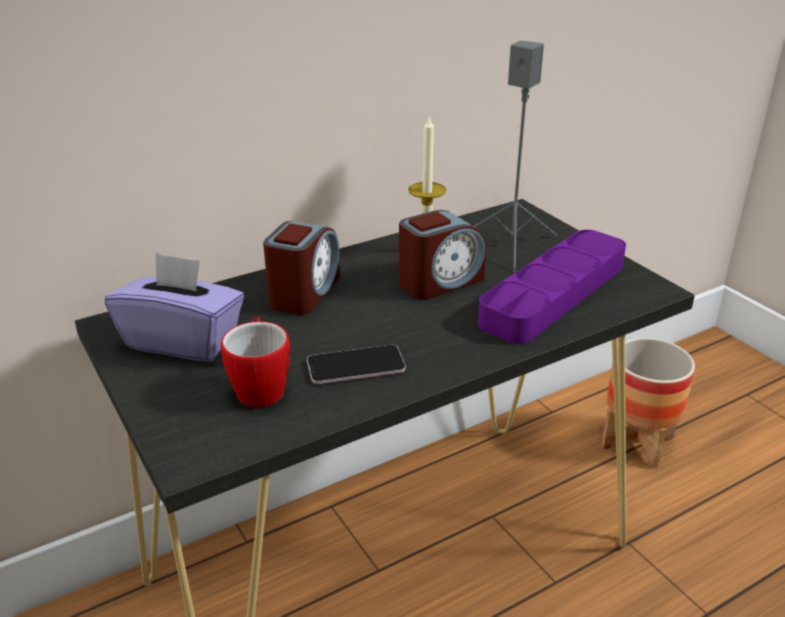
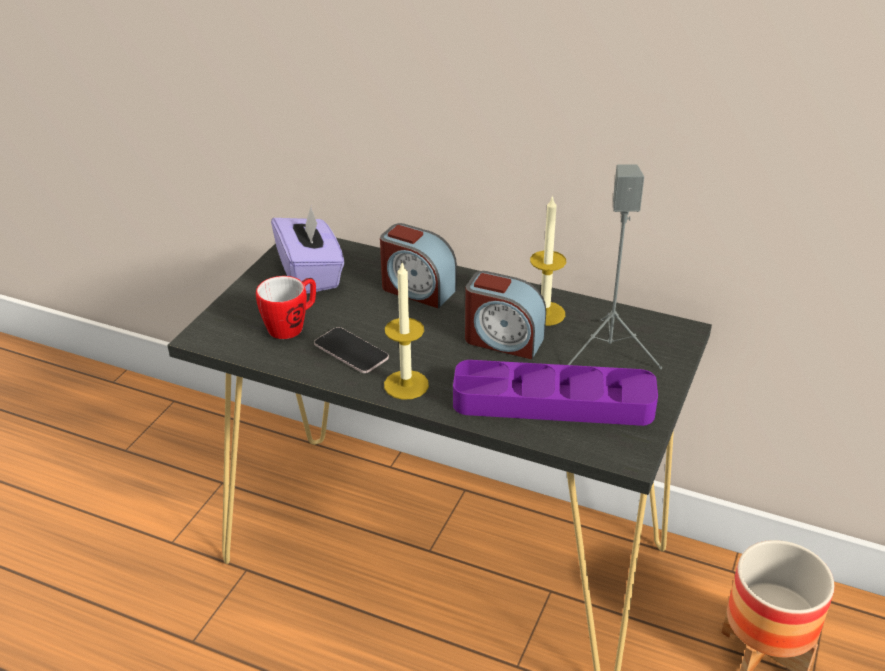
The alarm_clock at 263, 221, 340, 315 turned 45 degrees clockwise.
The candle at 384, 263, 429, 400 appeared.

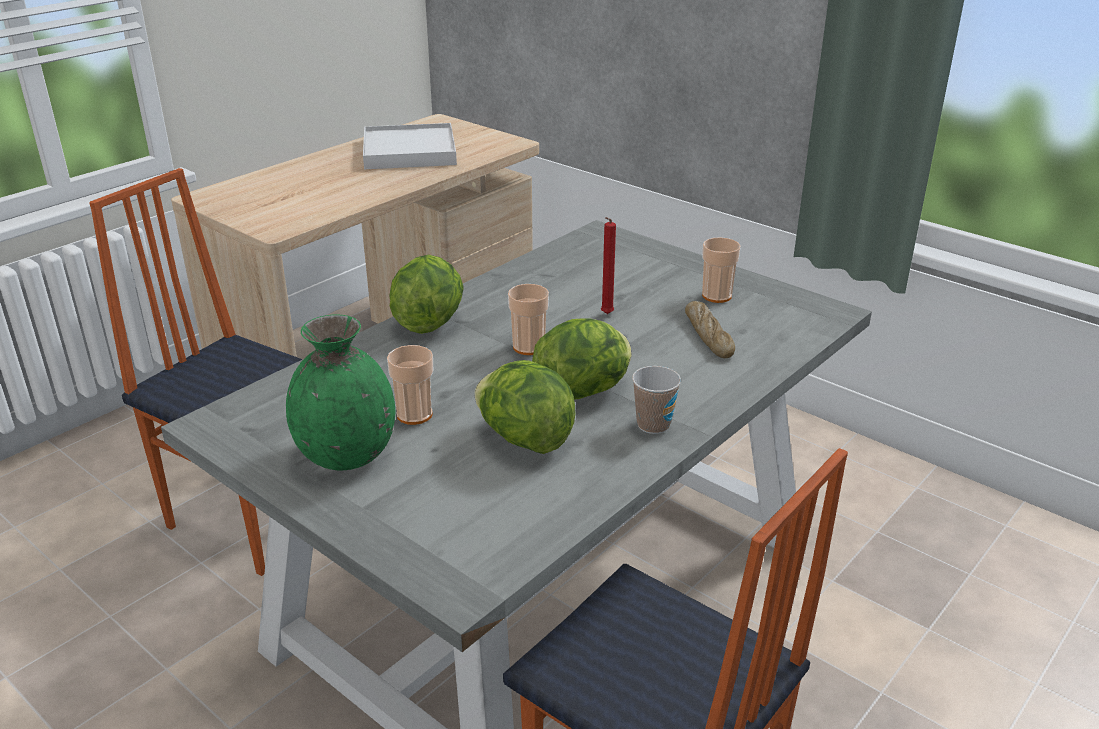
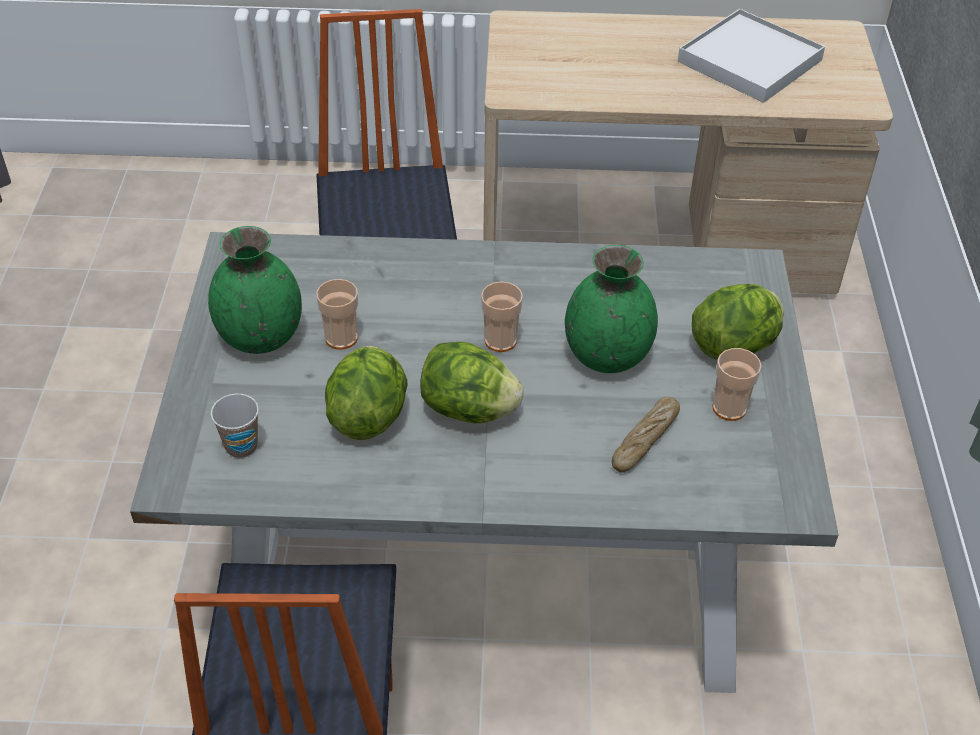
The lettuce moved from 389, 255, 464, 334 to 692, 284, 784, 360.
The reddish_candle at 601, 217, 616, 314 was replaced by the greenish_decorative_vase at 565, 245, 658, 373.
The drinking_cup moved from 632, 366, 681, 434 to 211, 394, 259, 458.

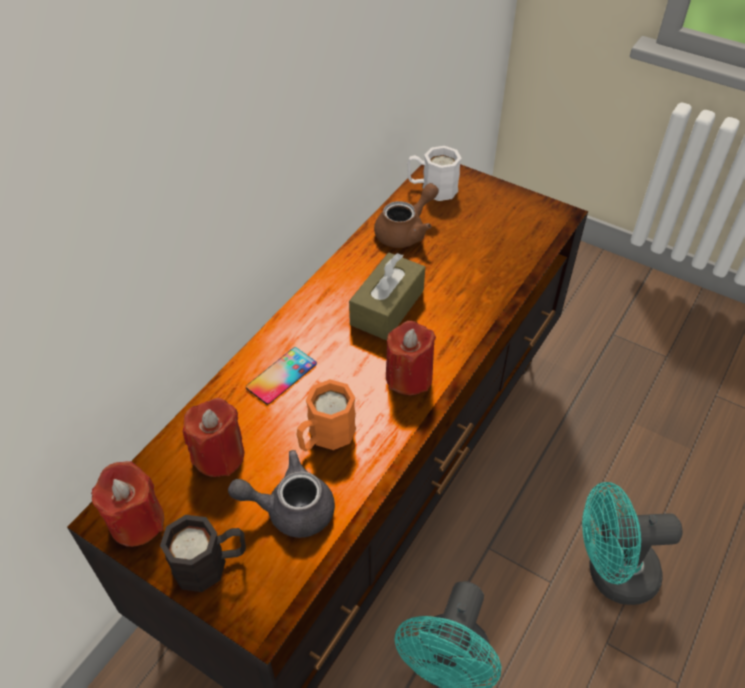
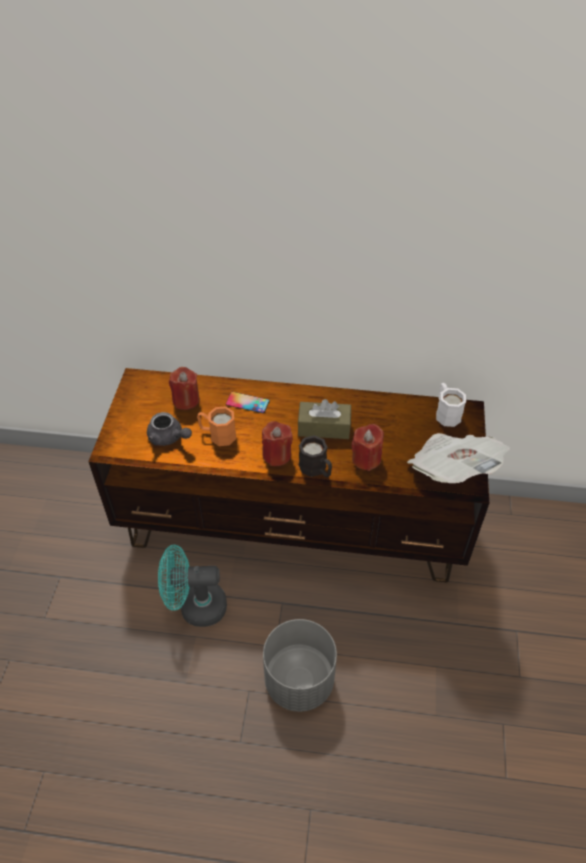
The reddish_candle moved from 91, 461, 164, 547 to 351, 424, 384, 471.
The black_tea_mug moved from 160, 515, 246, 592 to 299, 435, 332, 477.
The grey_teapot at 228, 450, 335, 538 turned 150 degrees clockwise.
The brown-coloured_teapot at 374, 183, 439, 248 disappeared.
The blue-green_fan at 582, 482, 683, 605 was replaced by the grey_plant_pot at 263, 619, 337, 712.
The printed_paper at 407, 433, 510, 483 appeared.

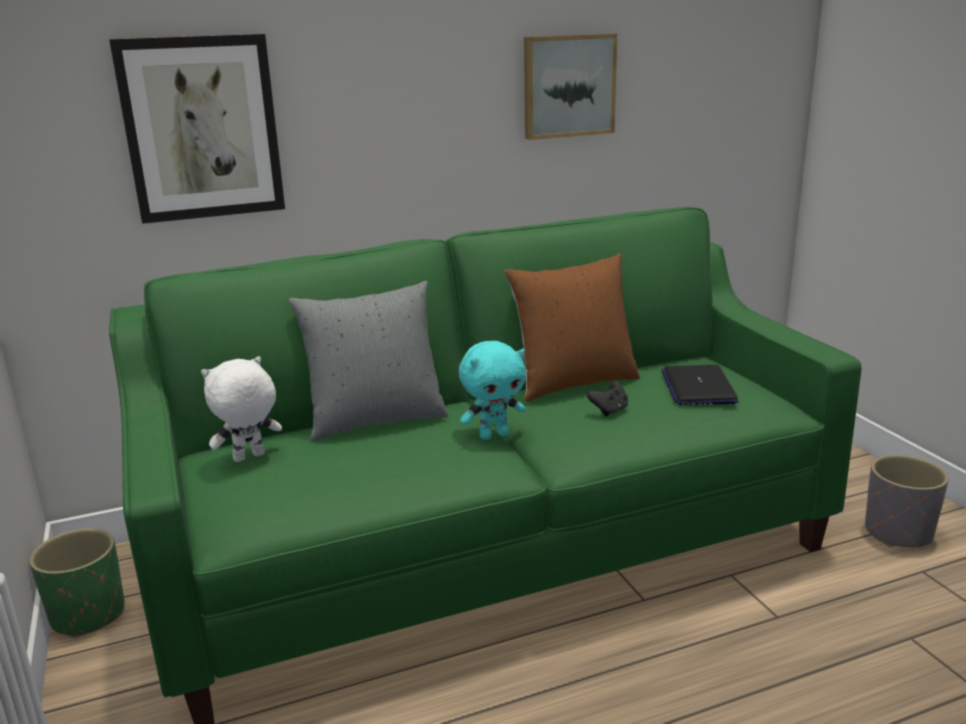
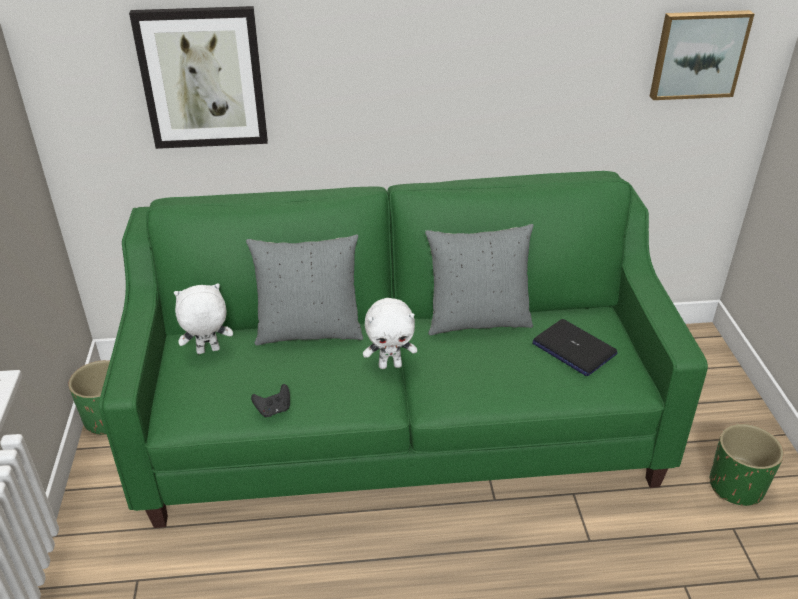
The blue-green_soft_toy at 459, 341, 526, 440 became the whitish_soft_toy at 363, 298, 417, 369.
The brown-coloured_cushion at 505, 254, 640, 402 became the grey_cushion at 425, 224, 533, 335.
The picture moved from 524, 34, 617, 140 to 650, 10, 754, 100.
The black_gamepad moved from 587, 380, 628, 417 to 251, 384, 290, 417.
The notebook_computer at 661, 365, 739, 405 turned 60 degrees counterclockwise.
The grey_plant_pot at 865, 455, 949, 547 became the greenish_plant_pot at 710, 424, 784, 506.

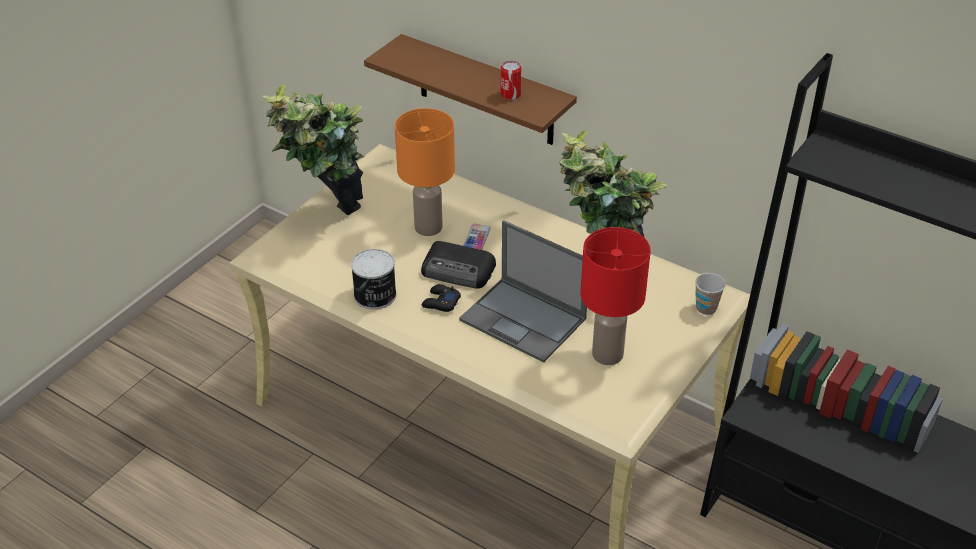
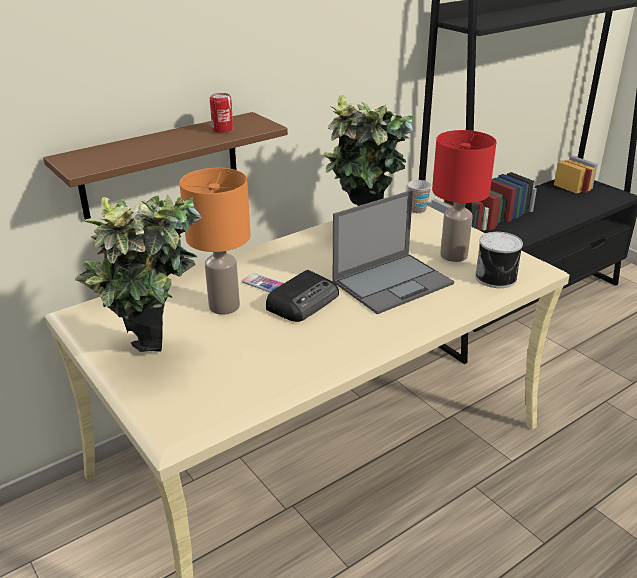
The can moved from 351, 249, 397, 310 to 475, 232, 523, 288.
The black_gamepad at 422, 284, 461, 312 disappeared.

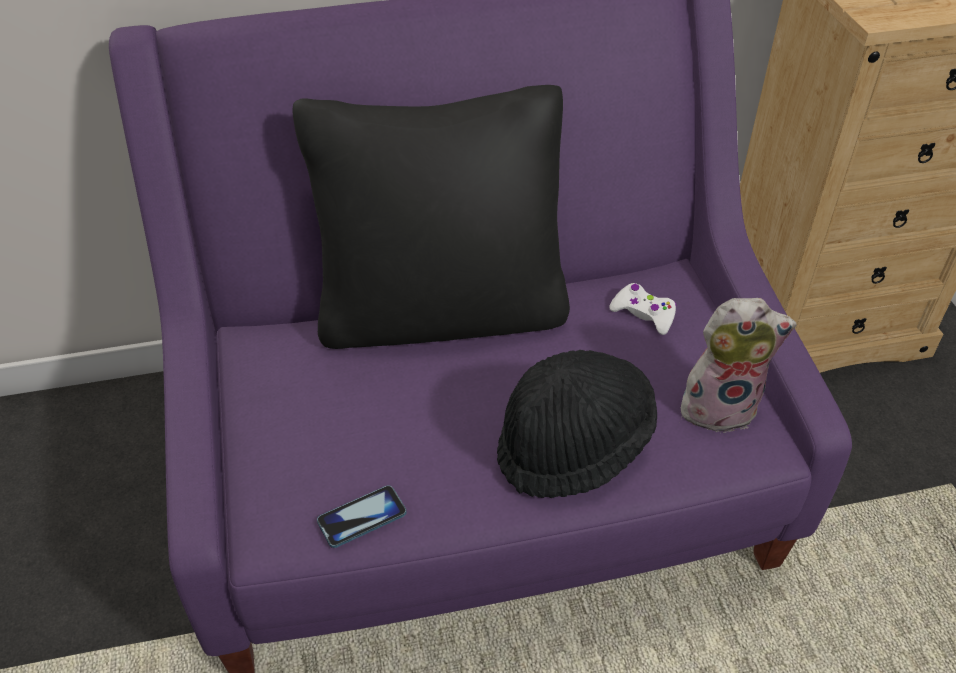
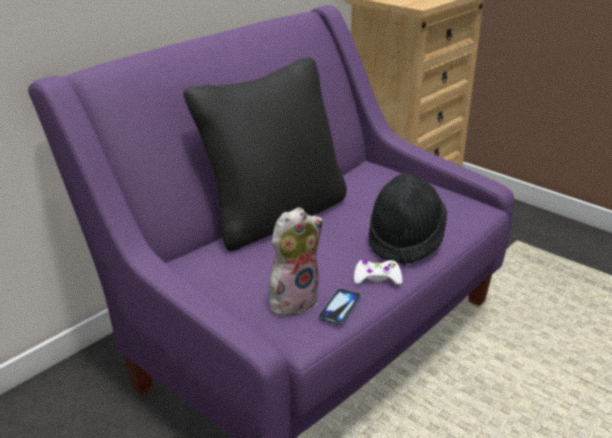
The whitish_gamepad moved from 609, 283, 677, 335 to 354, 260, 402, 285.
The soft_toy moved from 681, 298, 797, 433 to 269, 207, 323, 318.

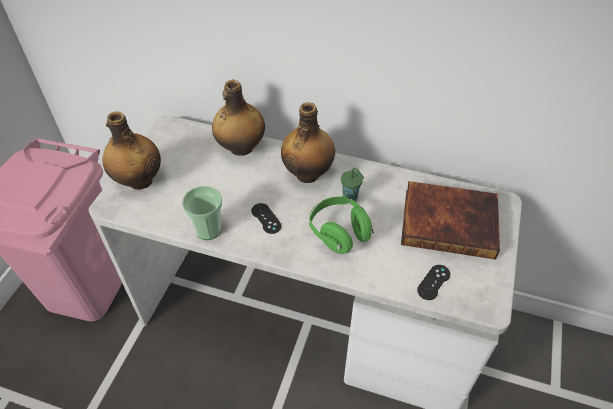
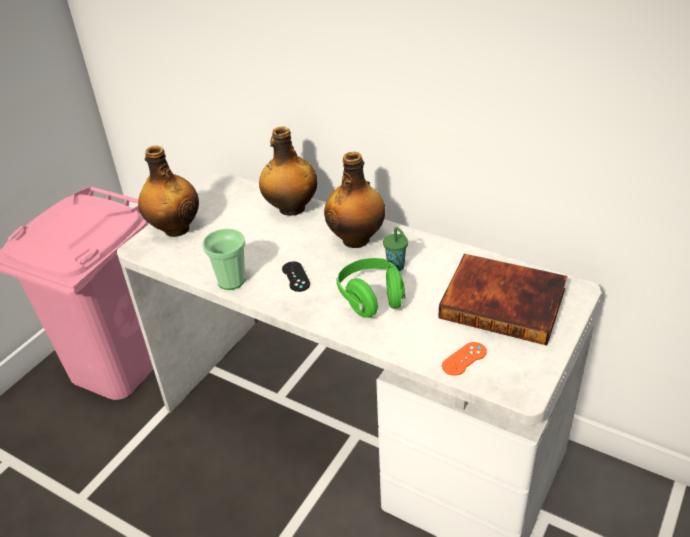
The black_gamepad at 417, 265, 450, 300 became the orangey_gamepad at 442, 342, 487, 376.

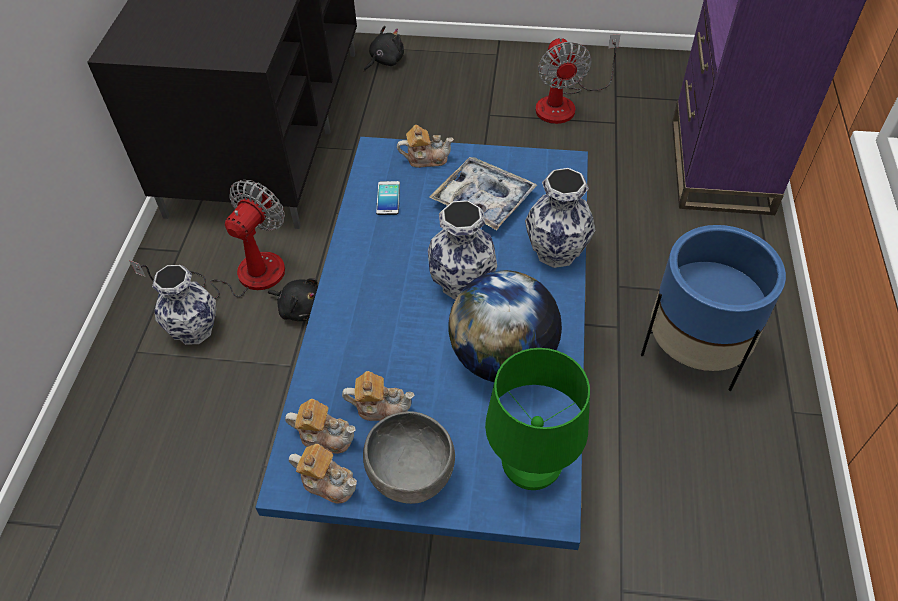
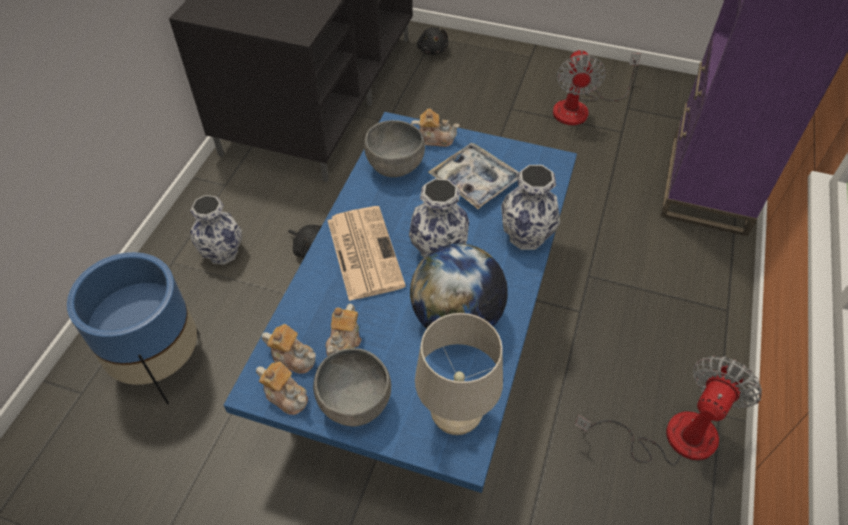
The fan moved from 129, 180, 285, 299 to 575, 355, 762, 465.
The teapot at 342, 371, 415, 421 turned 90 degrees clockwise.
The black_soft_toy at 364, 26, 404, 72 turned 105 degrees clockwise.
The phone at 376, 181, 400, 215 was replaced by the grey_deep_dish at 364, 120, 425, 177.
The greenish_table_lamp at 485, 348, 590, 490 became the beige-coloured_table_lamp at 415, 313, 503, 435.
The blue-coloured_plant_pot moved from 641, 225, 786, 391 to 67, 252, 199, 404.
The printed_paper at 327, 206, 406, 301 appeared.

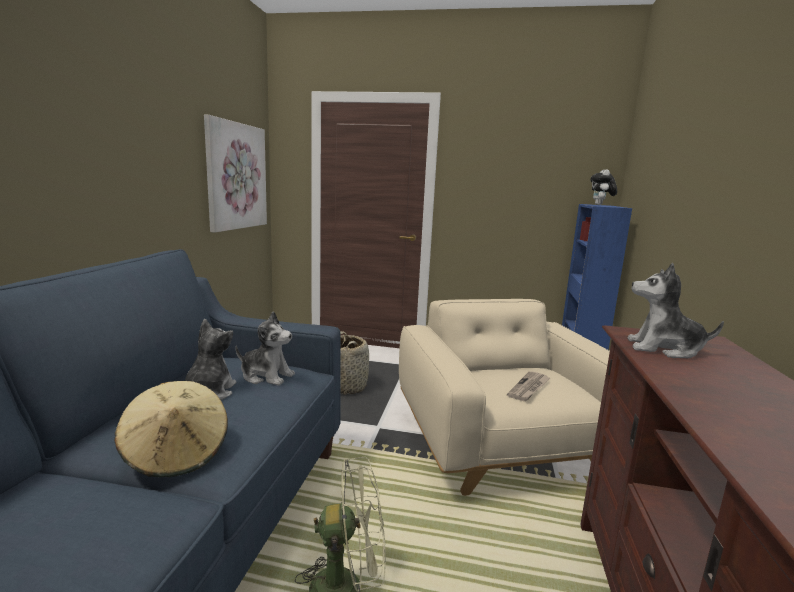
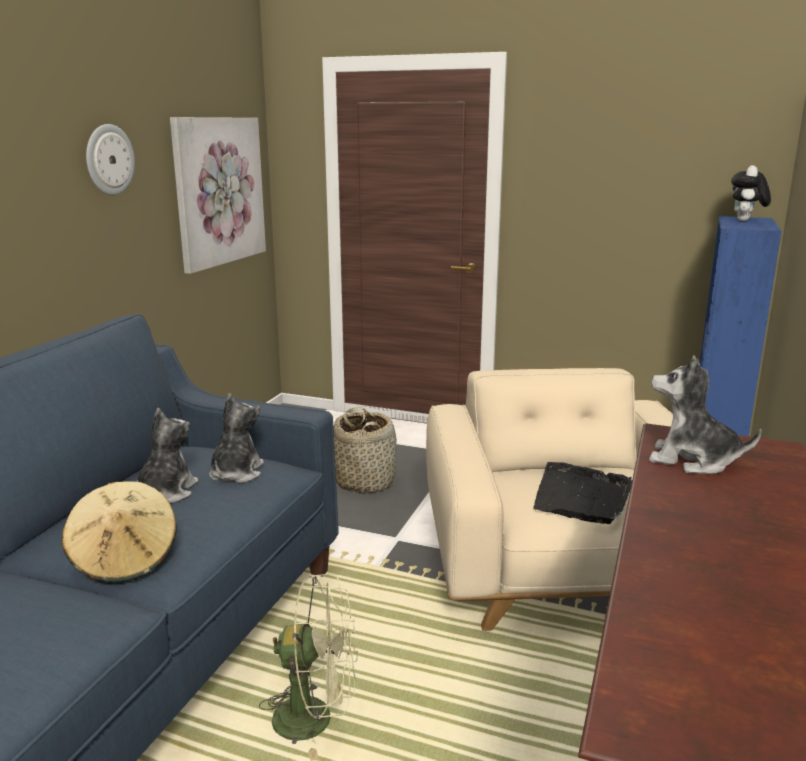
The soft_toy at 235, 311, 295, 386 turned 105 degrees counterclockwise.
The printed_paper at 507, 371, 550, 401 was replaced by the black_serving_tray at 533, 462, 632, 524.
The clock_on_the_wall at 86, 124, 135, 195 appeared.

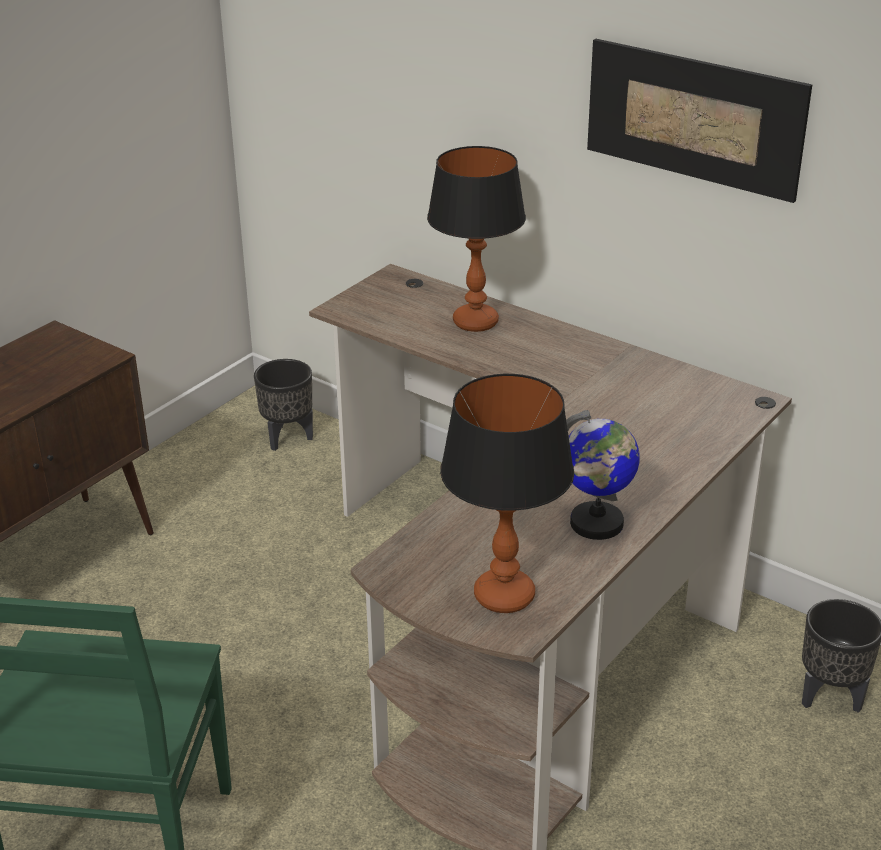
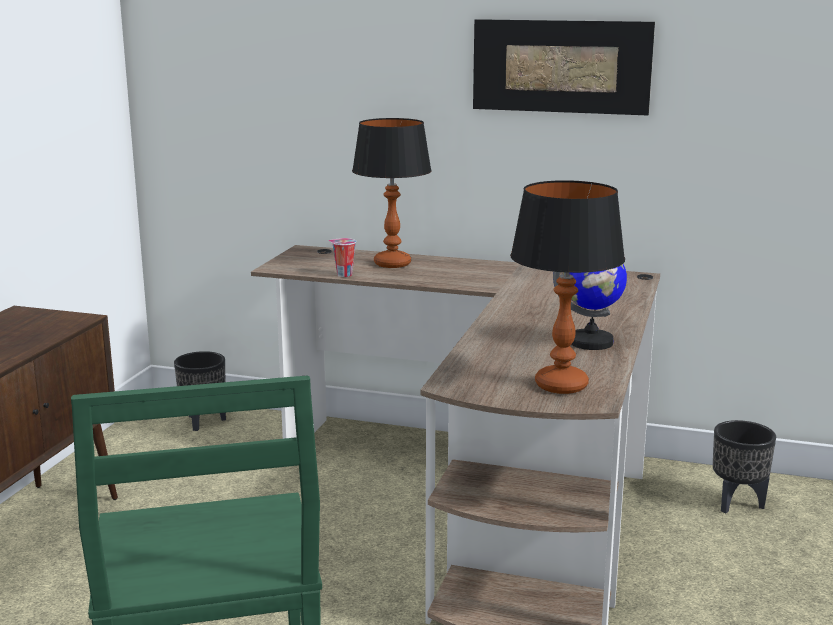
The drinking_cup at 329, 238, 356, 277 appeared.

